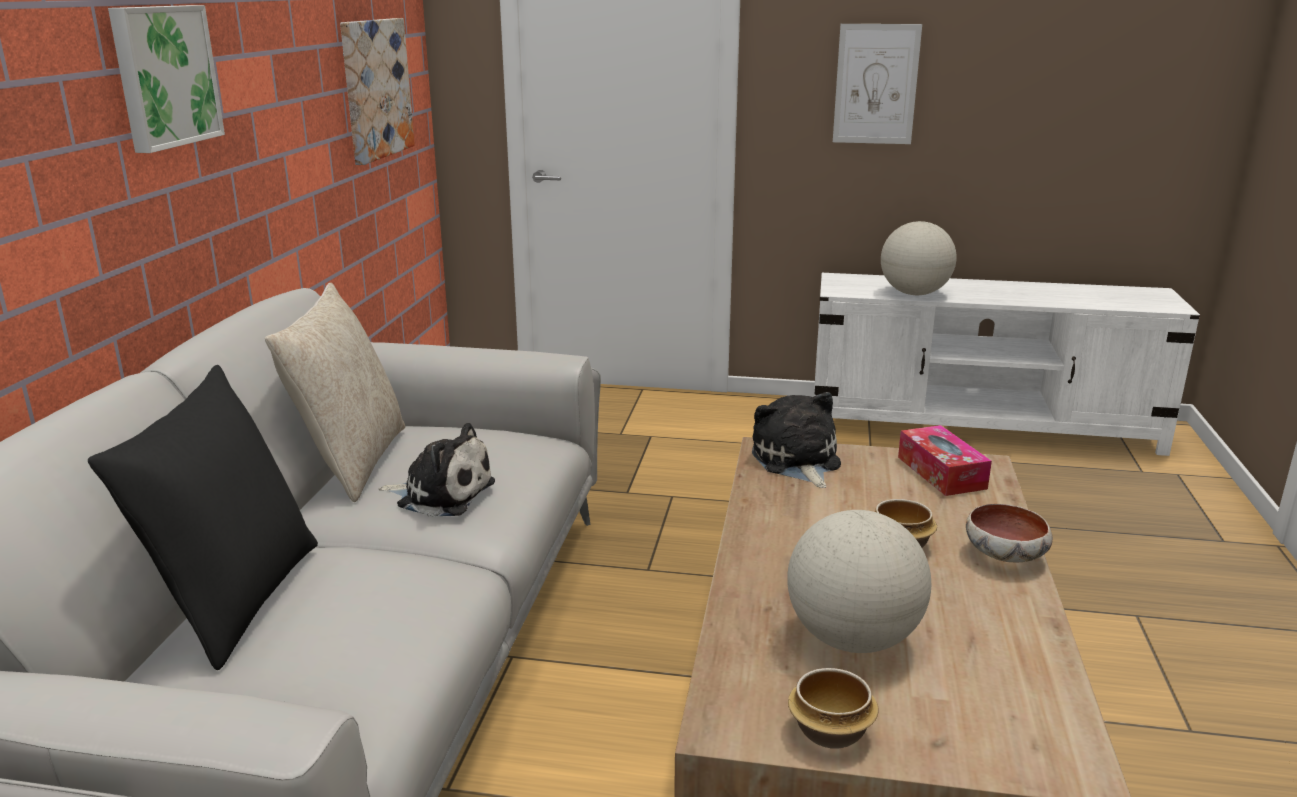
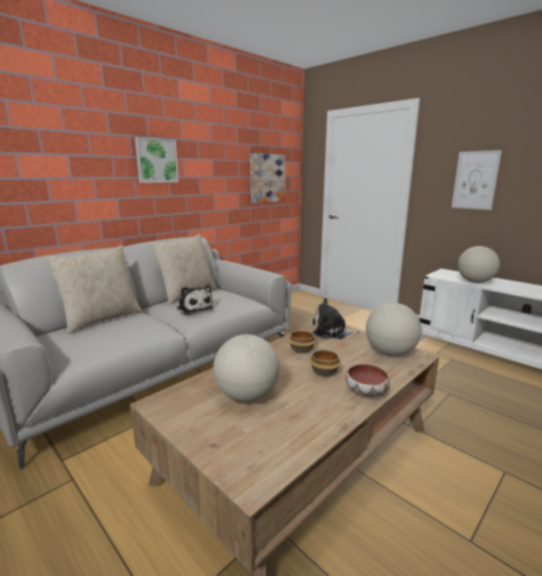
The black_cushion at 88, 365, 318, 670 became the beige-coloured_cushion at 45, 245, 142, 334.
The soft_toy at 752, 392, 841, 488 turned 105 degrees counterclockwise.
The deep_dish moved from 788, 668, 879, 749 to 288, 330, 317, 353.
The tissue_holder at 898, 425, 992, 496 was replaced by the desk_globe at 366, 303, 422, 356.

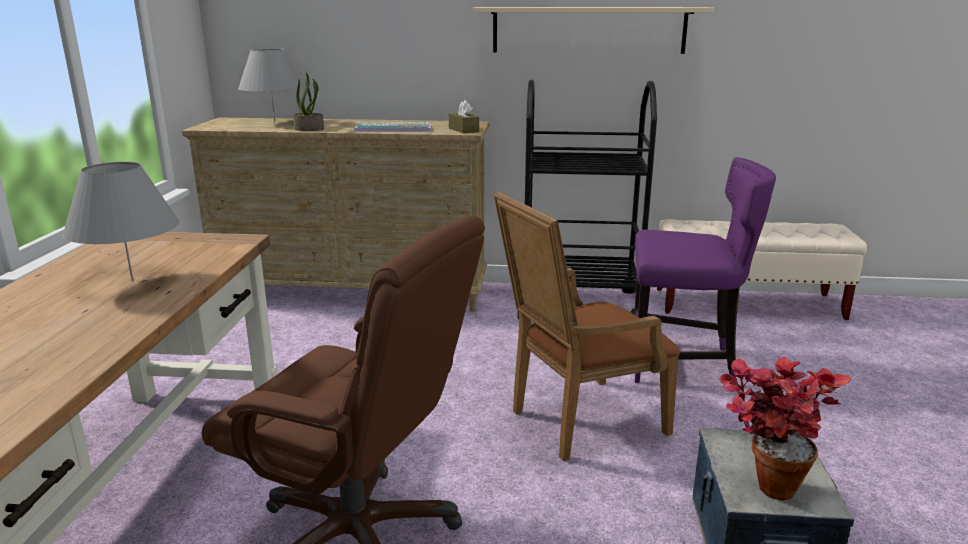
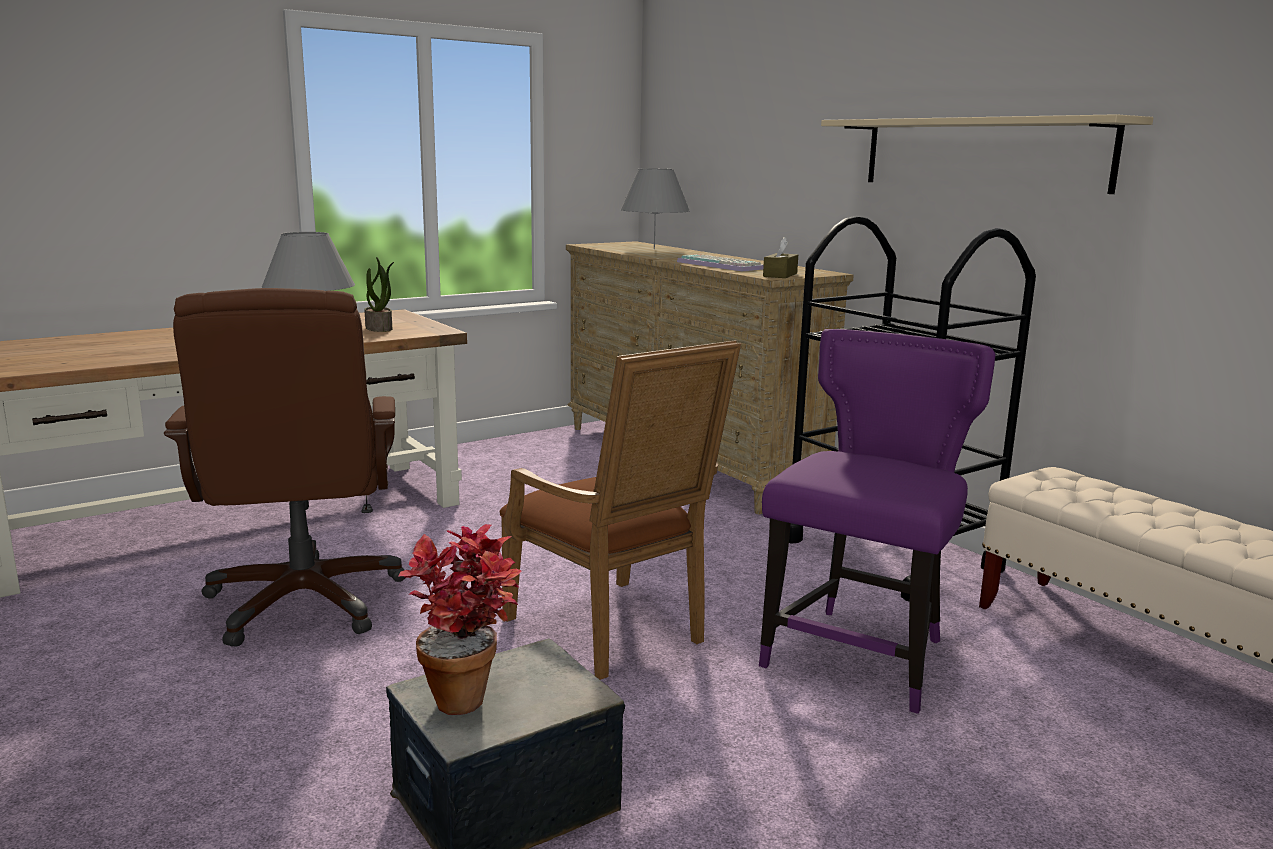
The houseplant moved from 293, 72, 324, 131 to 364, 257, 394, 332.
The brown-coloured_lounge_chair at 494, 192, 680, 461 turned 150 degrees counterclockwise.
The purple-coloured_plain_chair at 634, 157, 776, 384 turned 120 degrees counterclockwise.

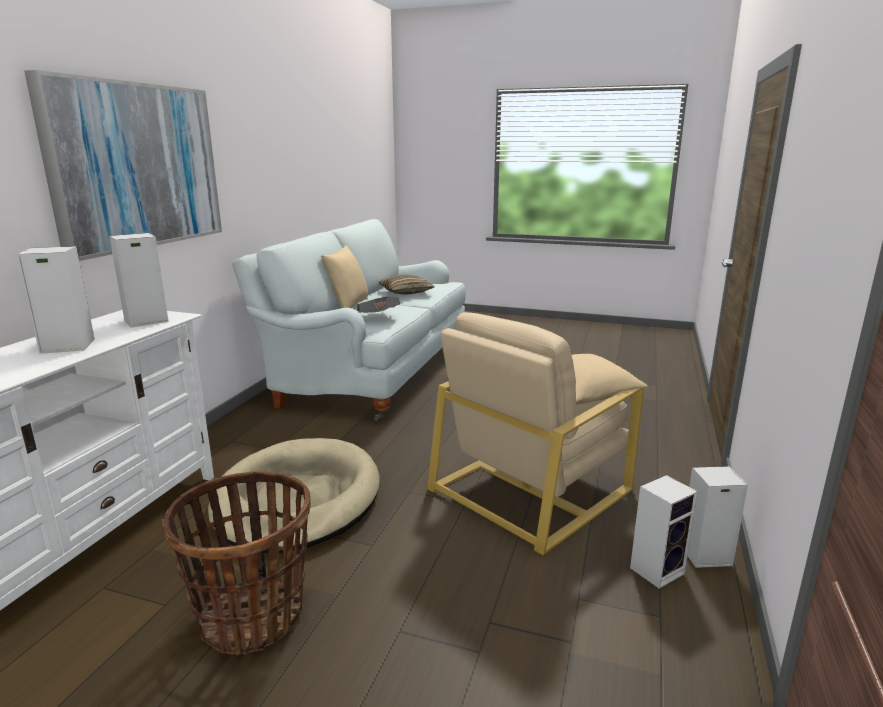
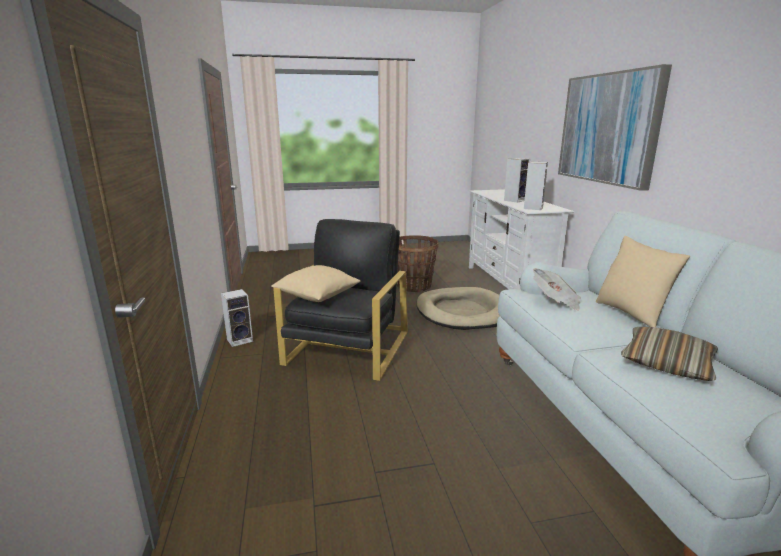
The beige-coloured_lounge_chair at 427, 312, 644, 555 became the black_lounge_chair at 273, 219, 408, 381.
The speaker at 630, 475, 698, 589 disappeared.

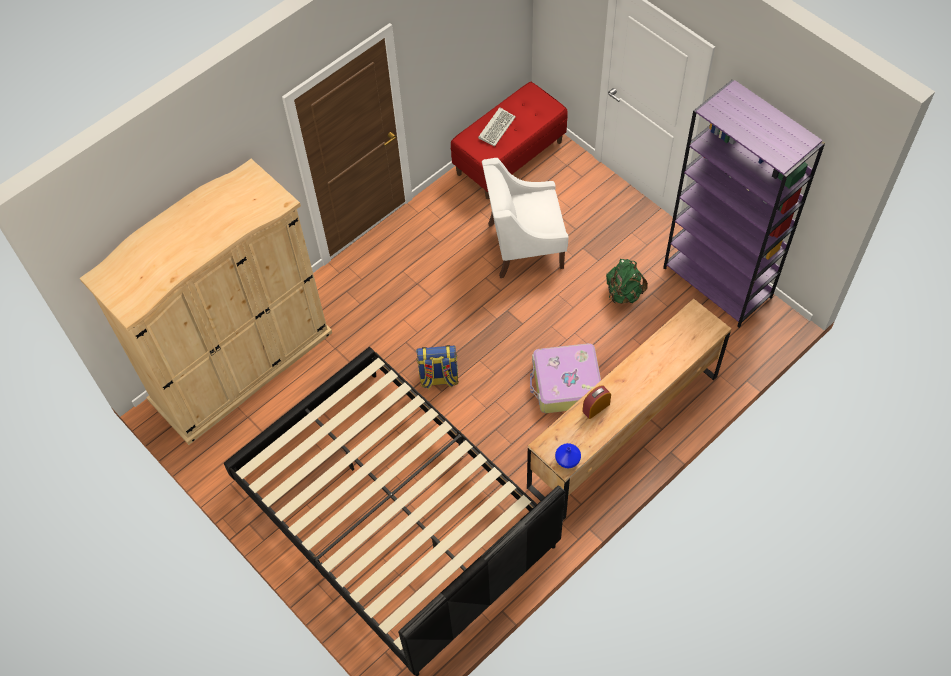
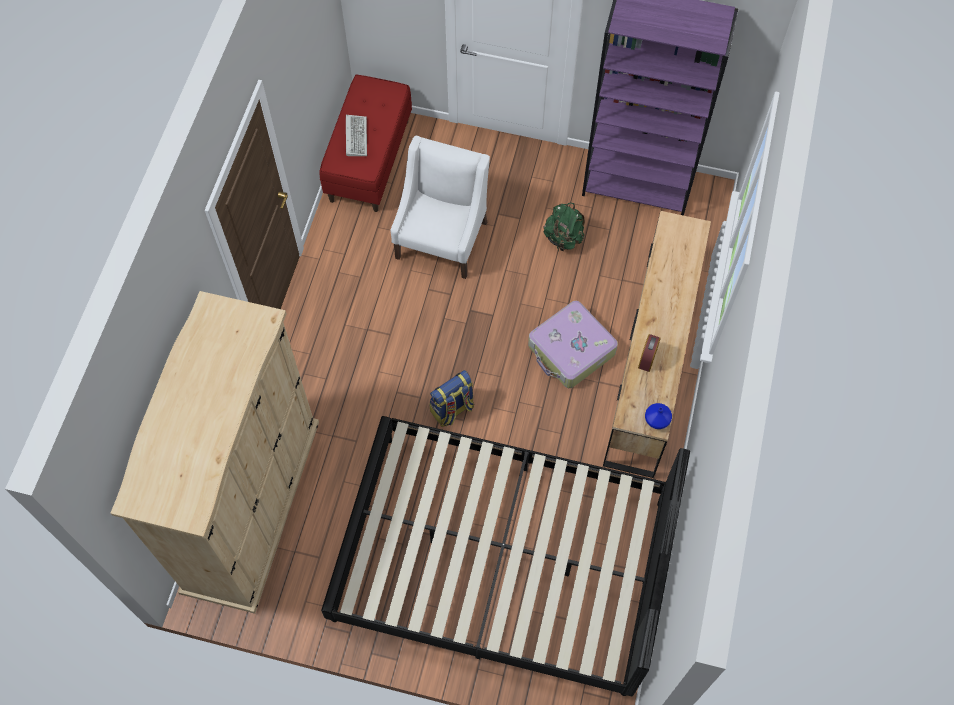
The whitish_lounge_chair at 482, 158, 569, 278 turned 150 degrees clockwise.

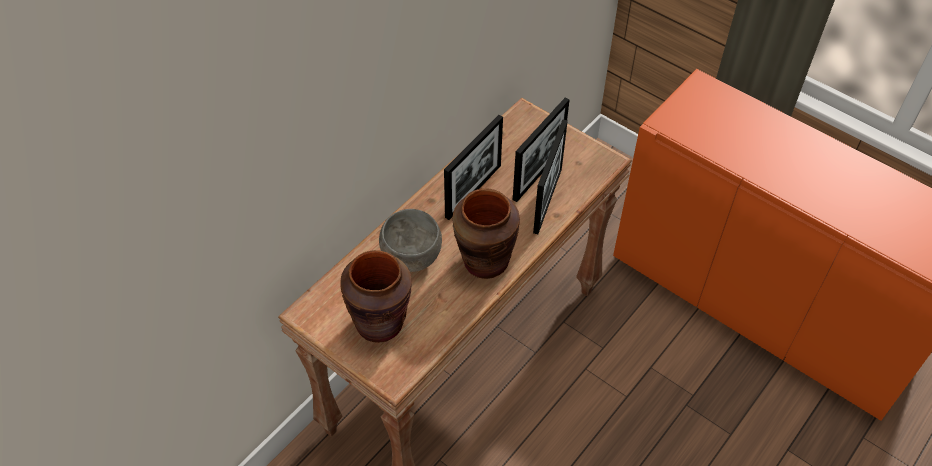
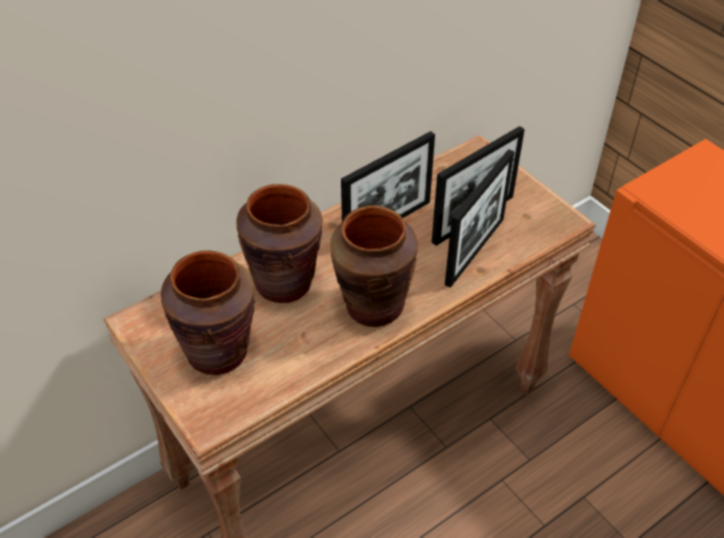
The grey_deep_dish at 379, 209, 442, 272 was replaced by the brown-coloured_decorative_vase at 236, 184, 323, 303.

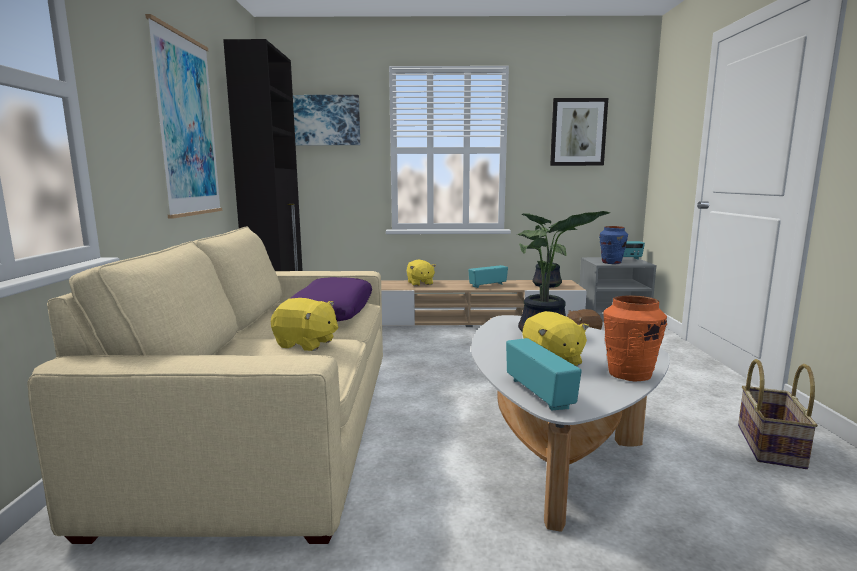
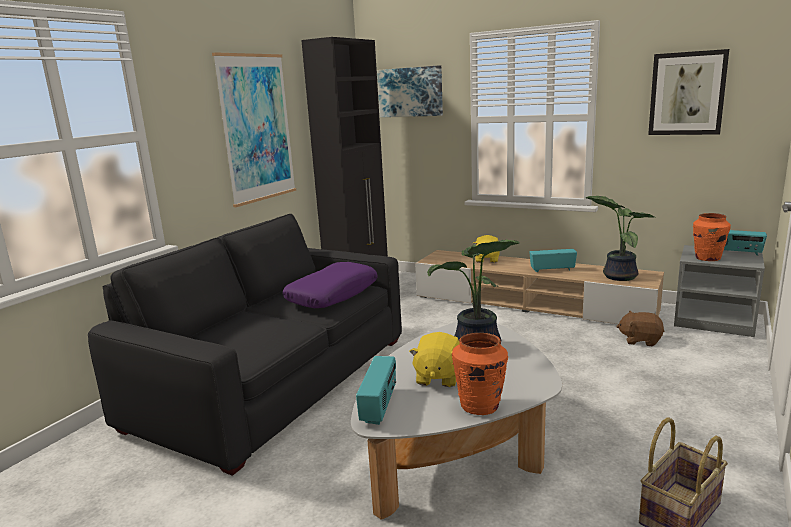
The beige-coloured_sofa at 27, 226, 383, 544 became the black_sofa at 88, 214, 402, 476.
The yellow-coloured_soft_toy at 271, 298, 338, 351 disappeared.
The blue-coloured_decorative_vase at 599, 226, 628, 264 became the orangey_decorative_vase at 693, 213, 731, 261.

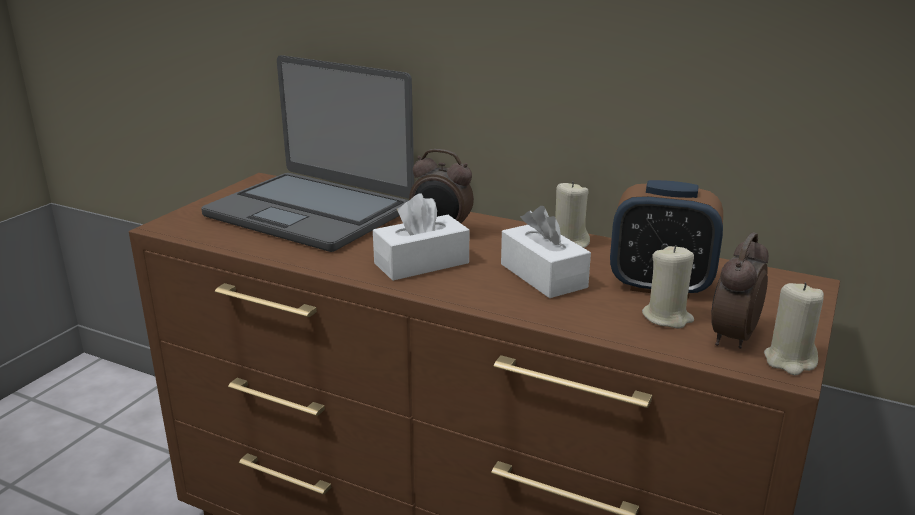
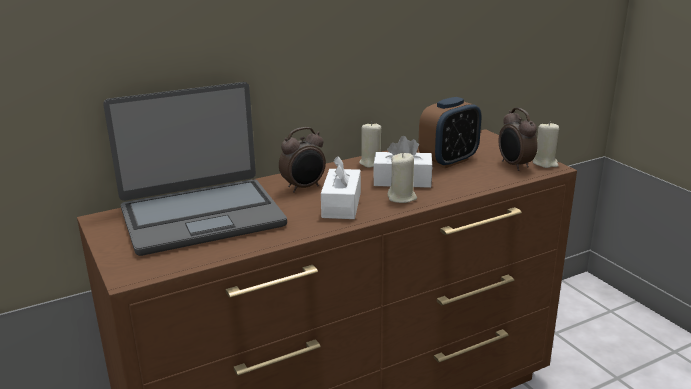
The beige-coloured_candle moved from 642, 245, 694, 328 to 388, 152, 417, 203.

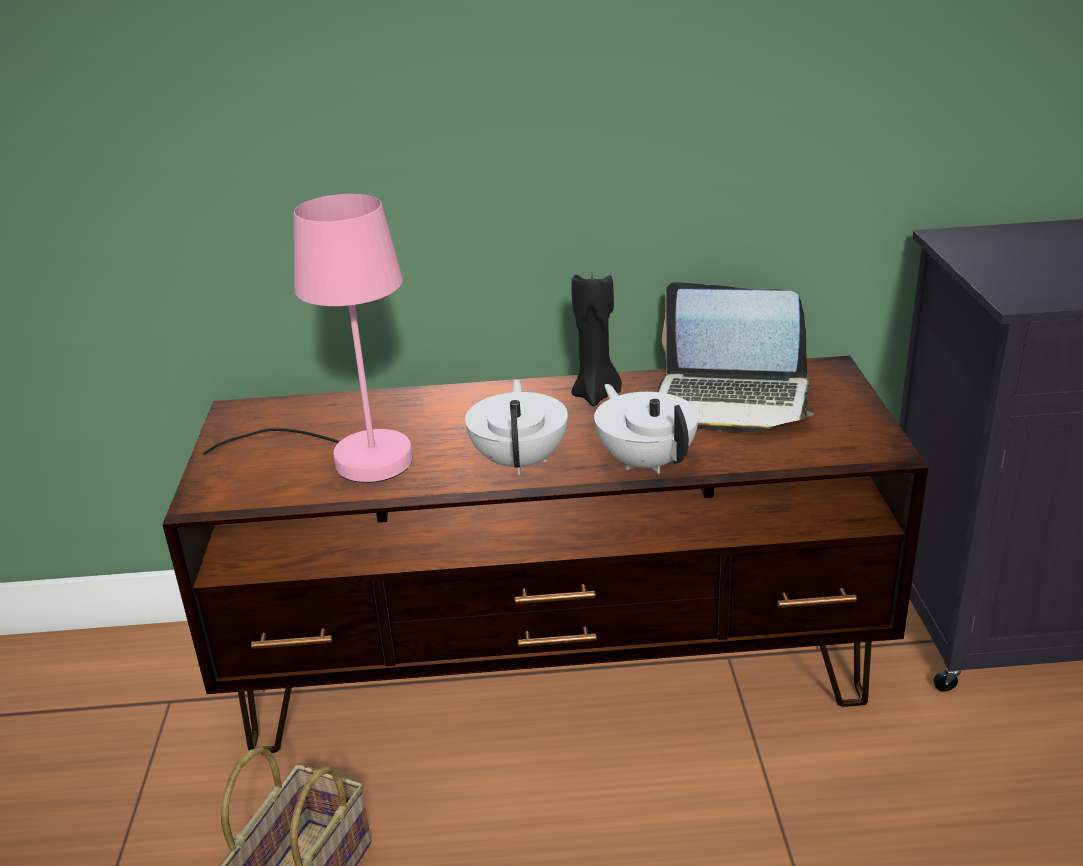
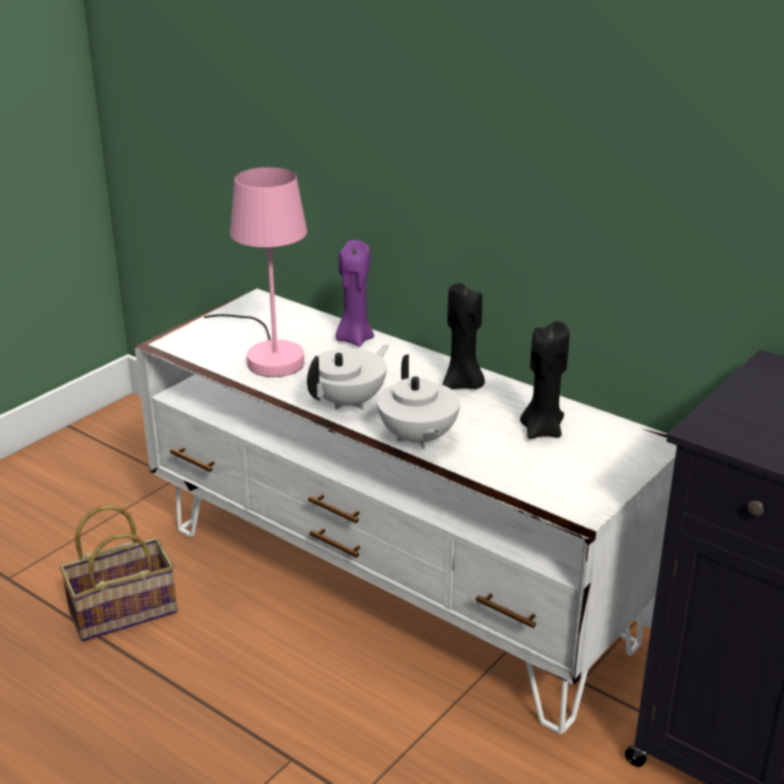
The brown-coloured_tv_unit at 162, 356, 928, 753 became the whitish_tv_unit at 135, 289, 677, 734.
The whitish_teapot at 594, 384, 699, 474 turned 150 degrees clockwise.
The notebook_computer at 658, 282, 814, 433 was replaced by the black_candle at 520, 321, 569, 439.
The purple-coloured_candle at 336, 240, 374, 347 appeared.

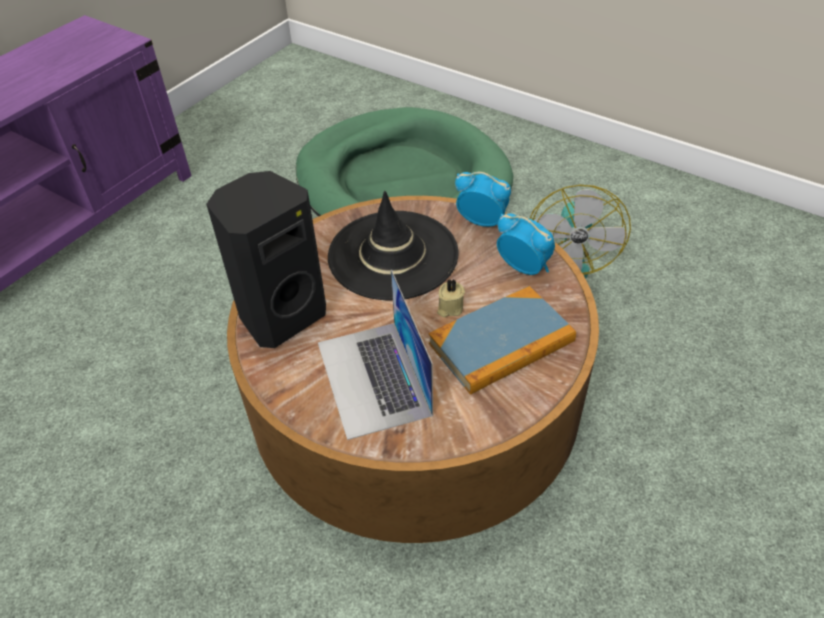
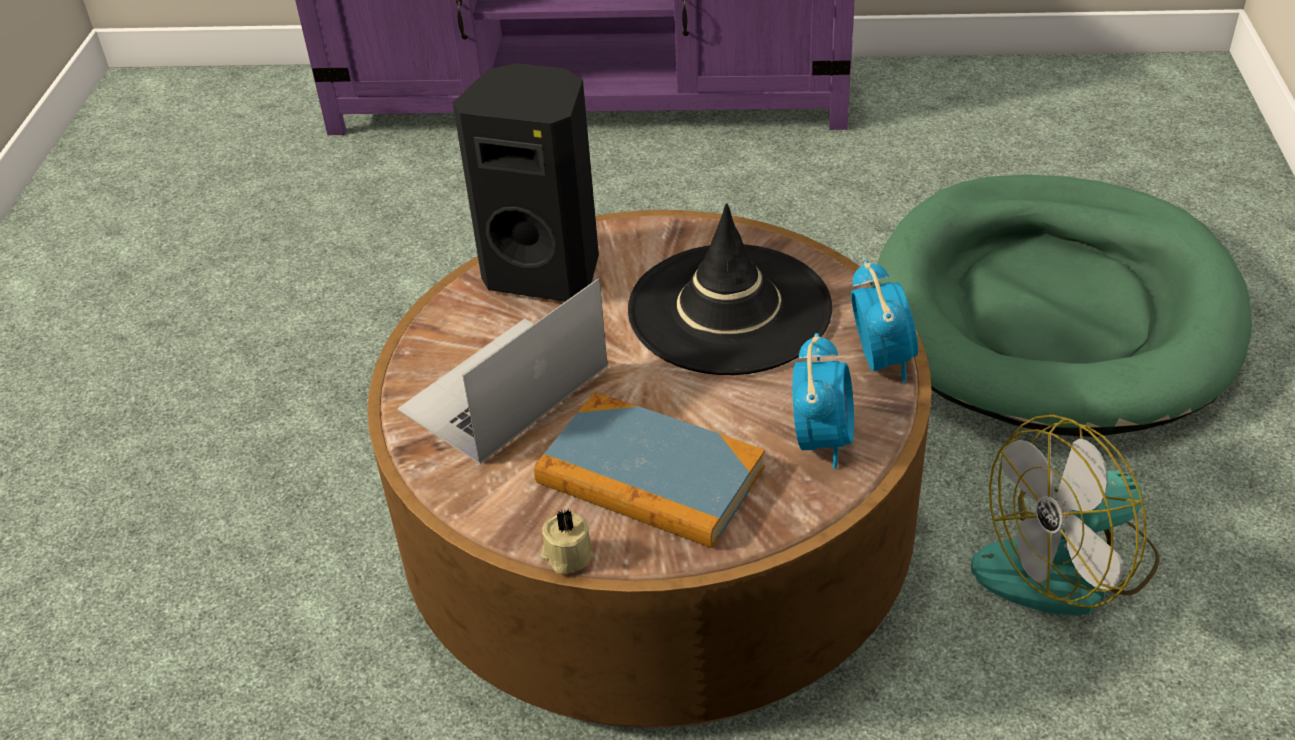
The beige-coloured_candle moved from 437, 279, 465, 317 to 541, 509, 594, 574.

